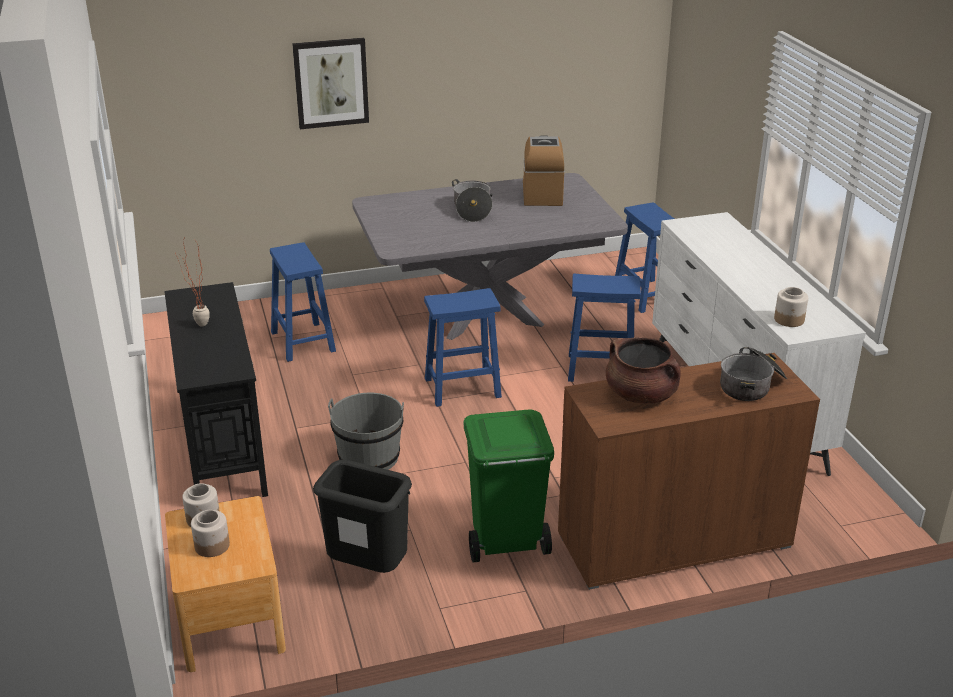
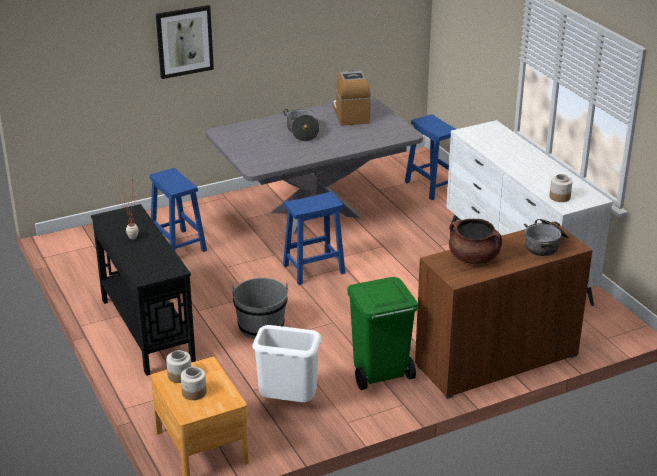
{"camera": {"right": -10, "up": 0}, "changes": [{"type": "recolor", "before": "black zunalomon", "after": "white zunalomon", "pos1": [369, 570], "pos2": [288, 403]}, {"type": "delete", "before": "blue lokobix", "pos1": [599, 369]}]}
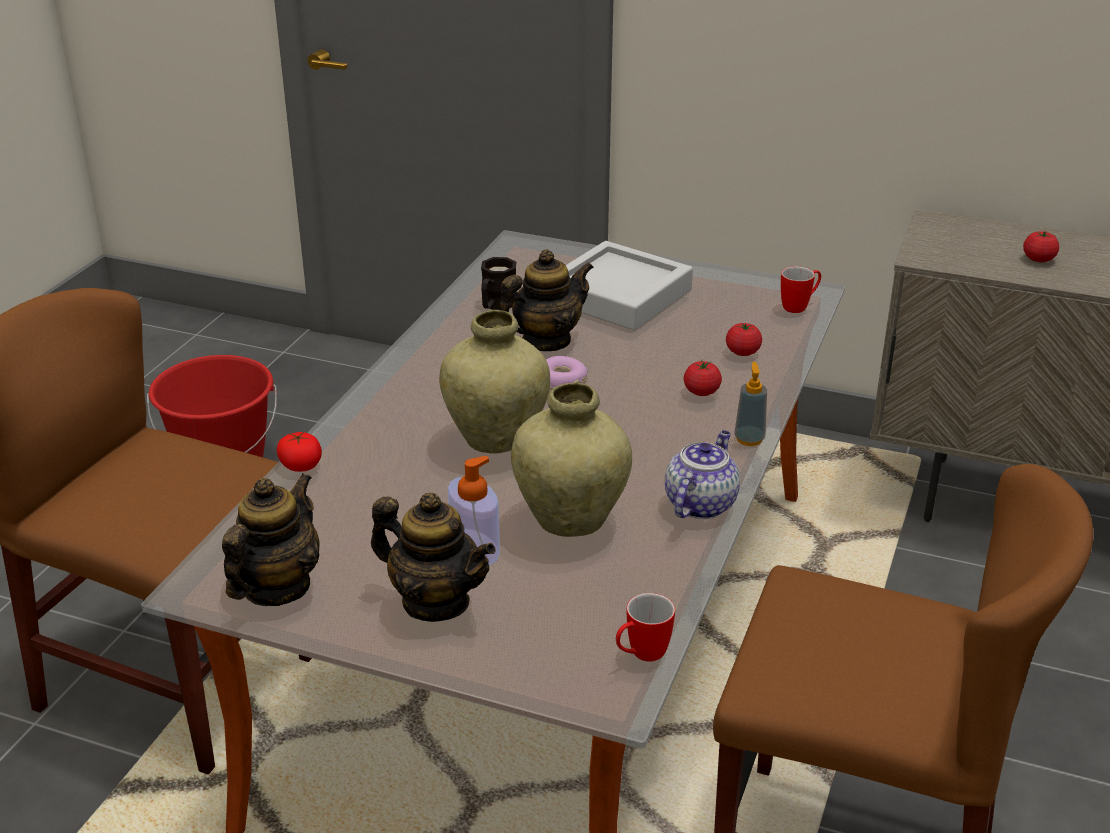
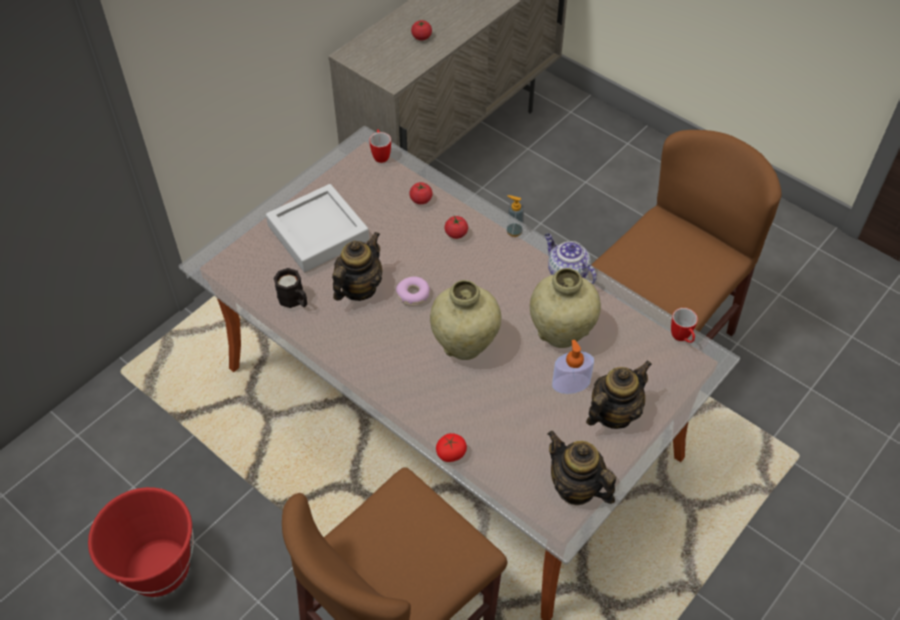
{"camera": {"right": -70, "up": 20}, "changes": [{"type": "rotate", "before": "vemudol", "pos1": [545, 341], "pos2": [358, 288], "turn": 45}]}
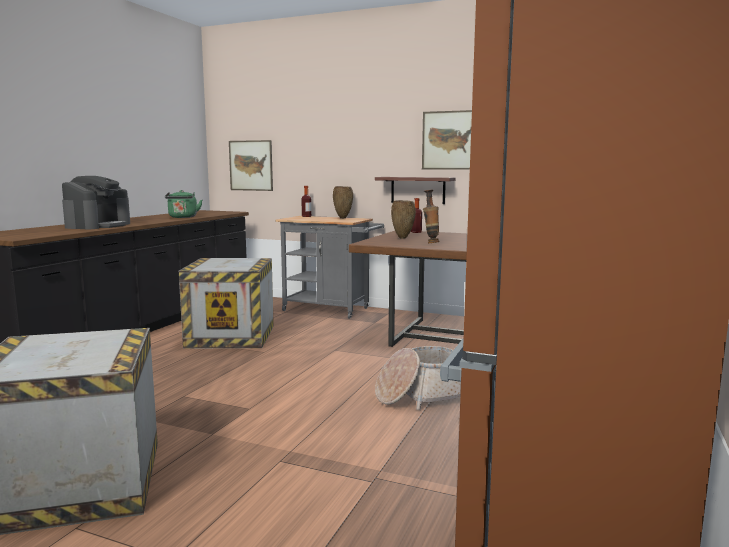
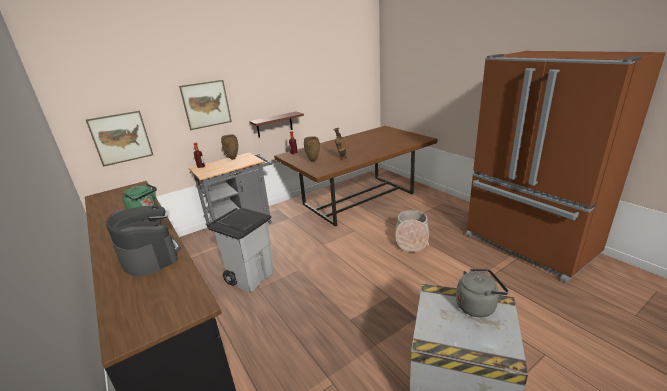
{"camera": {"right": -55, "up": 15}, "changes": [{"type": "move", "before": "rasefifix", "pos1": [450, 140], "pos2": [206, 104]}, {"type": "replace", "before": "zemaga", "after": "grey zunalomon", "pos1": [232, 336], "pos2": [251, 277]}, {"type": "insert", "after": "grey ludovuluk", "pos2": [477, 306]}]}
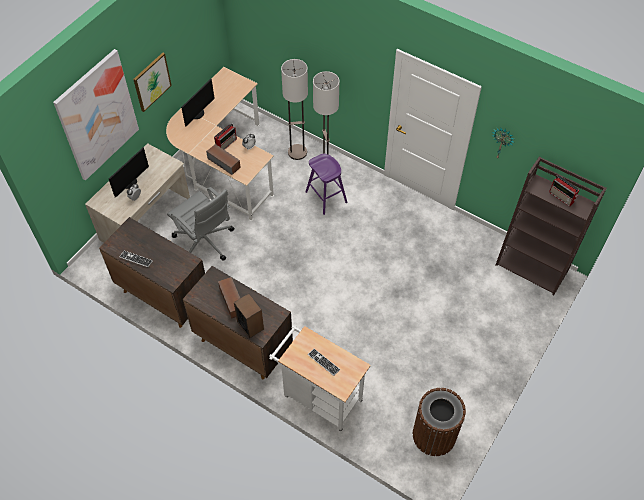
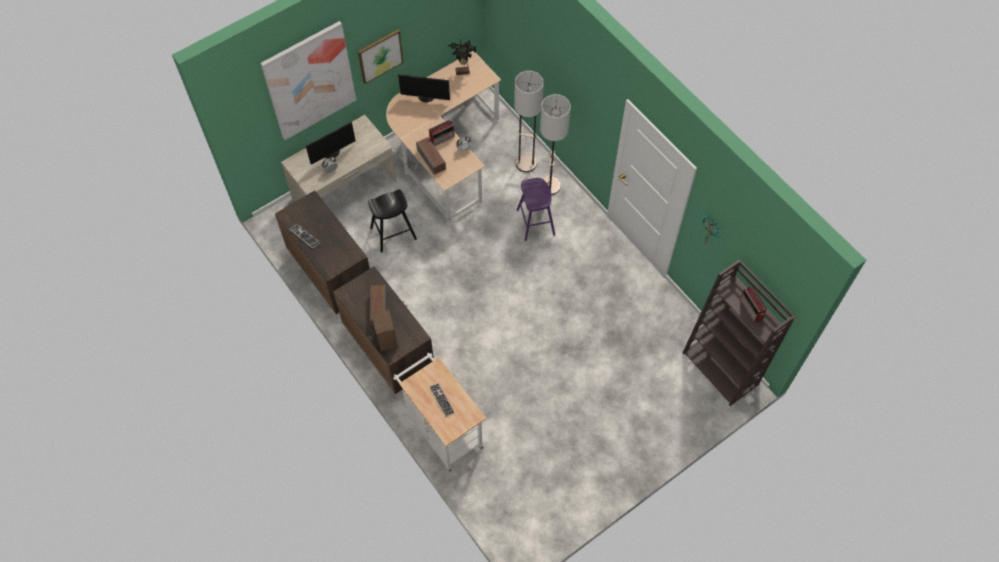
{"camera": {"right": 20, "up": 5}, "changes": [{"type": "replace", "before": "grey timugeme", "after": "black lokobix", "pos1": [205, 242], "pos2": [393, 233]}, {"type": "rotate", "before": "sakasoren", "pos1": [197, 114], "pos2": [426, 97], "turn": 45}, {"type": "insert", "after": "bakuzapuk", "pos2": [463, 72]}, {"type": "delete", "before": "brown zunalomon", "pos1": [434, 435]}]}
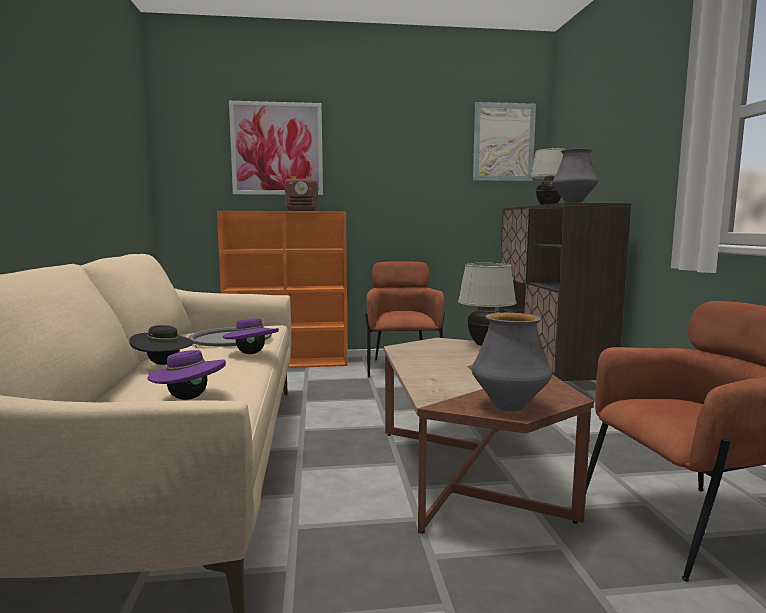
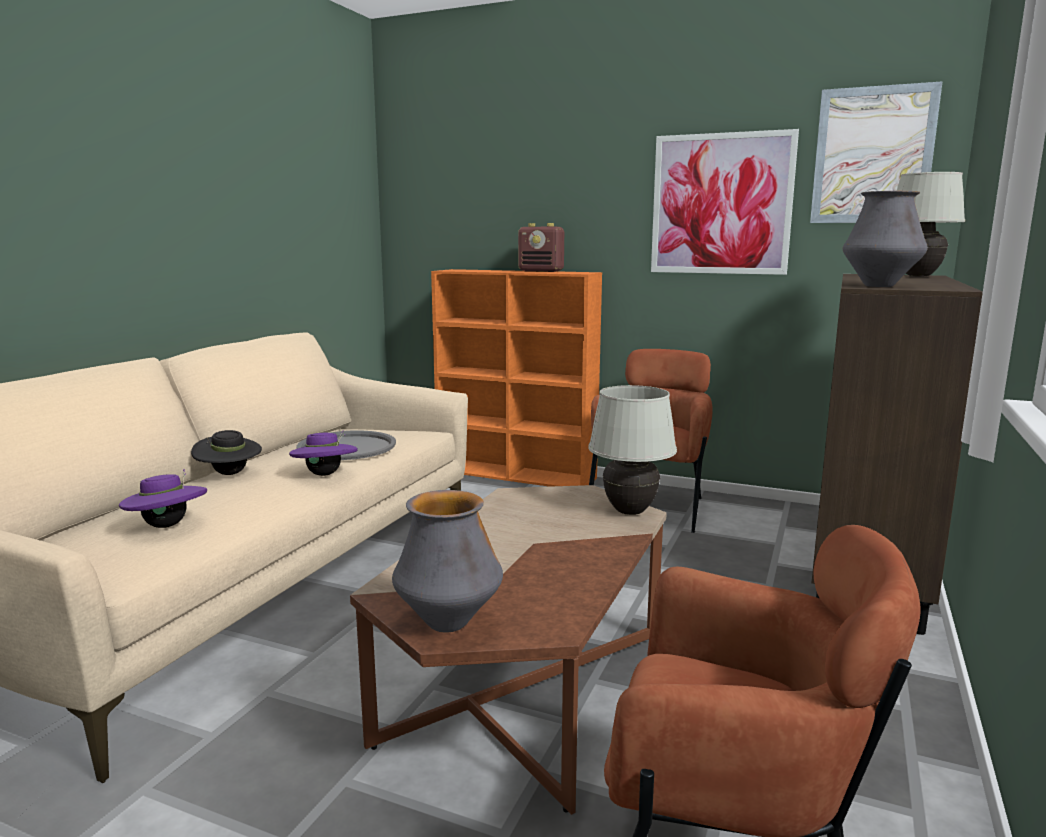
{"camera": {"right": 30, "up": 5}, "changes": [{"type": "move", "before": "rasefifix", "pos1": [277, 149], "pos2": [721, 204]}]}
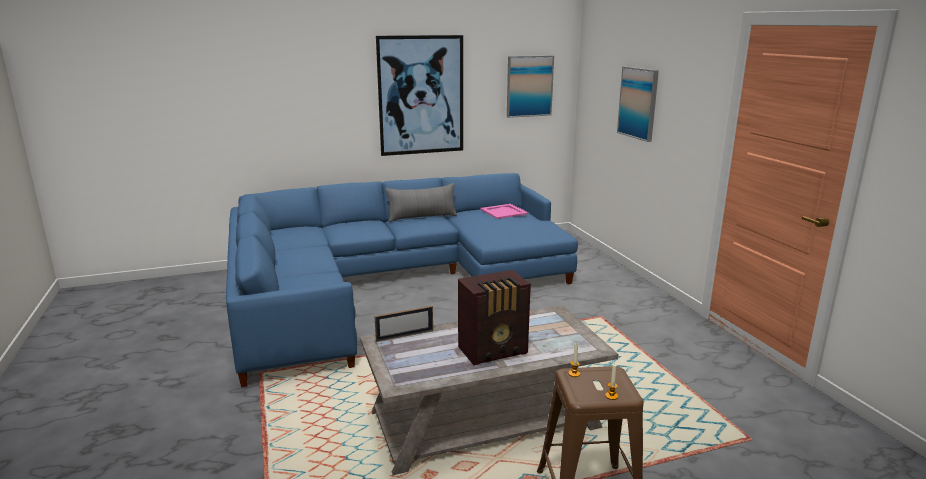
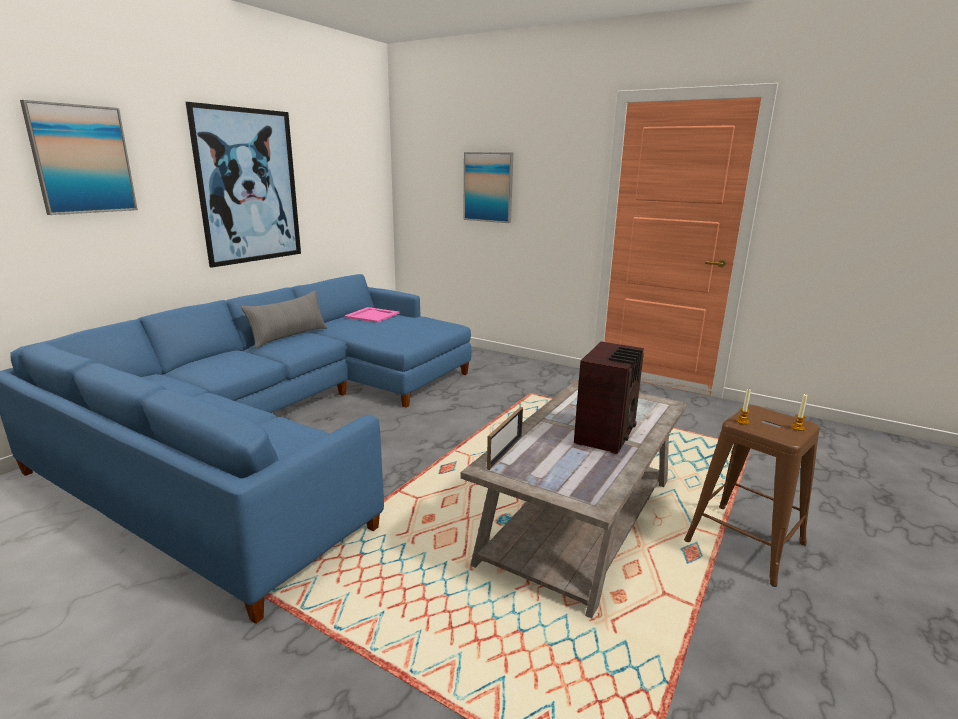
{"camera": {"right": -40, "up": 0}, "changes": [{"type": "move", "before": "rasefifix", "pos1": [529, 86], "pos2": [82, 159]}]}
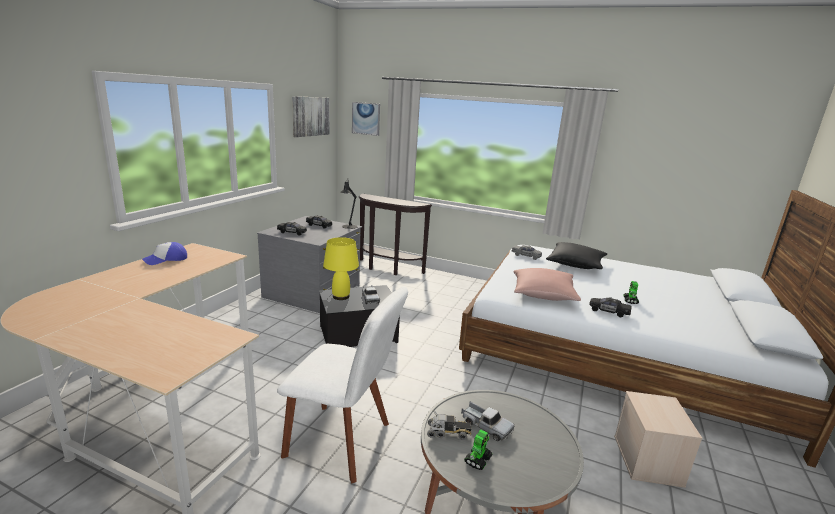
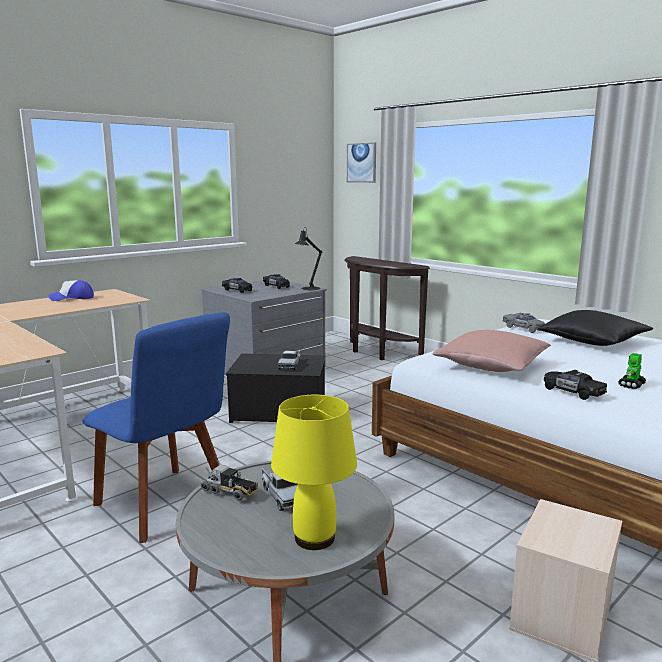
{"camera": {"right": 25, "up": -5}, "changes": [{"type": "recolor", "before": "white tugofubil", "after": "blue tugofubil", "pos1": [343, 441], "pos2": [166, 505]}, {"type": "move", "before": "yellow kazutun", "pos1": [341, 296], "pos2": [315, 538]}, {"type": "delete", "before": "rasefifix", "pos1": [310, 116]}, {"type": "delete", "before": "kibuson", "pos1": [478, 460]}]}
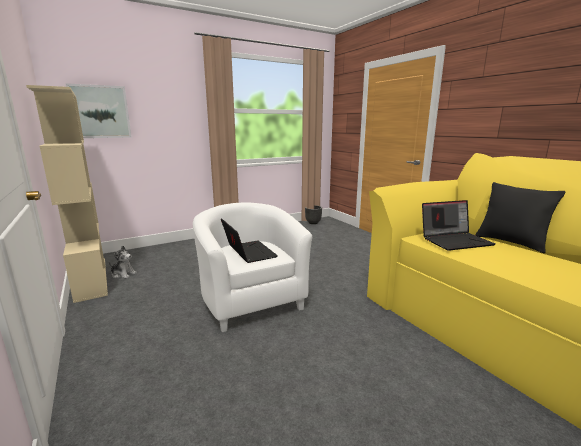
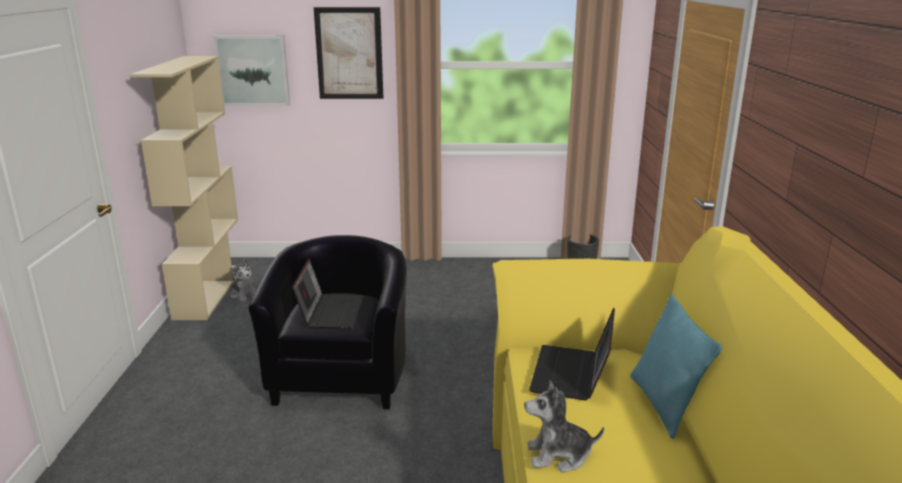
{"camera": {"right": 30, "up": 5}, "changes": [{"type": "recolor", "before": "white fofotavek", "after": "black fofotavek", "pos1": [250, 300], "pos2": [342, 375]}, {"type": "insert", "after": "rasefifix", "pos2": [349, 53]}, {"type": "insert", "after": "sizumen", "pos2": [558, 455]}, {"type": "rotate", "before": "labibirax", "pos1": [455, 240], "pos2": [572, 375], "turn": 90}, {"type": "recolor", "before": "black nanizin", "after": "turquoise nanizin", "pos1": [510, 242], "pos2": [664, 405]}]}
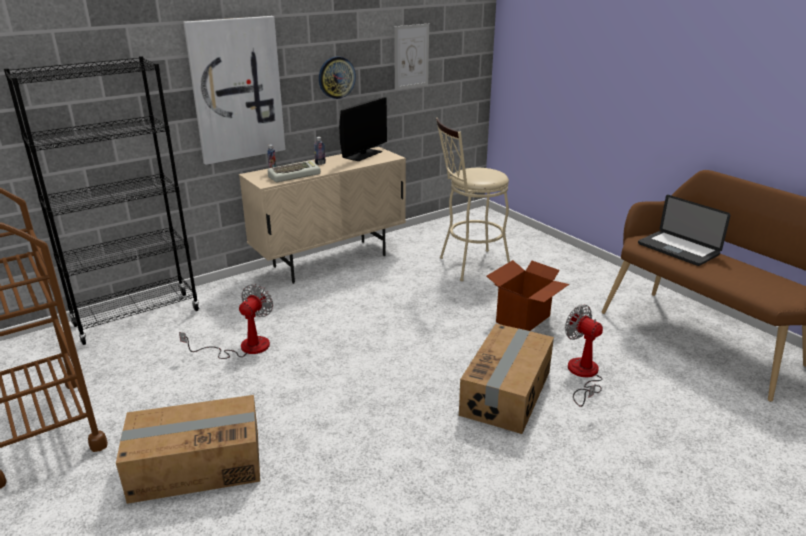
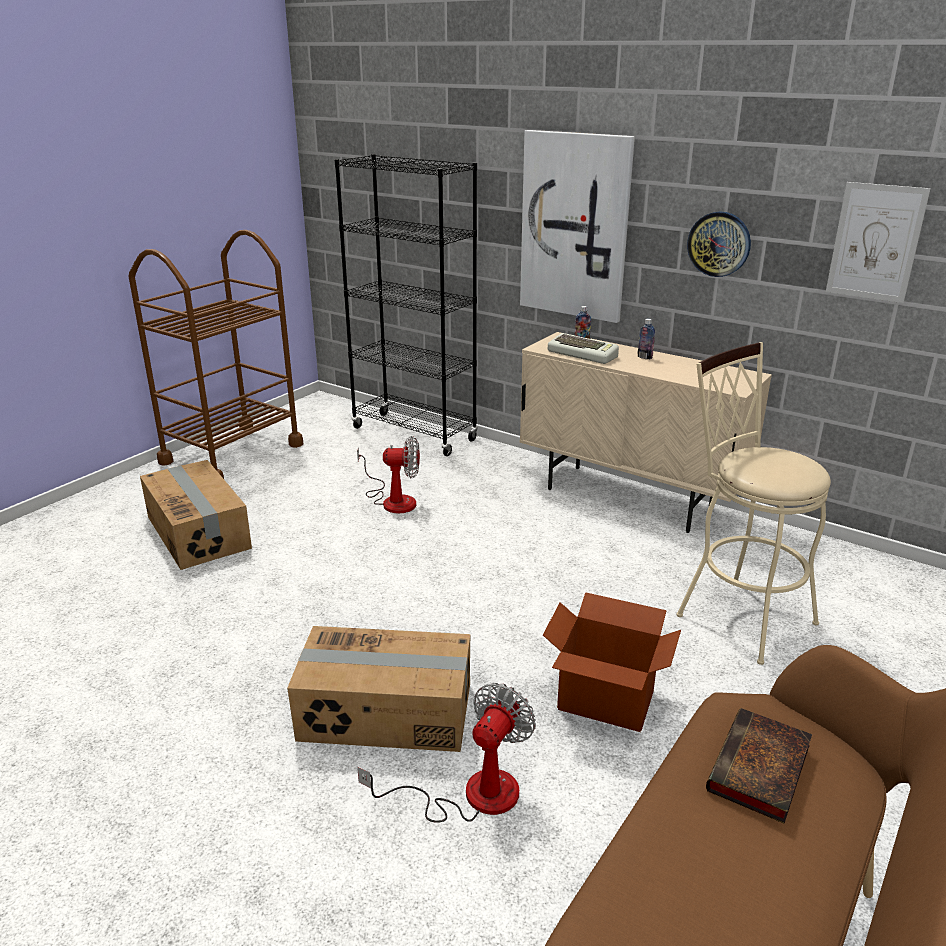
{"camera": {"right": 70, "up": 0}, "changes": [{"type": "replace", "before": "labibirax", "after": "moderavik", "pos1": [678, 249], "pos2": [759, 771]}, {"type": "delete", "before": "sakasoren", "pos1": [363, 155]}]}
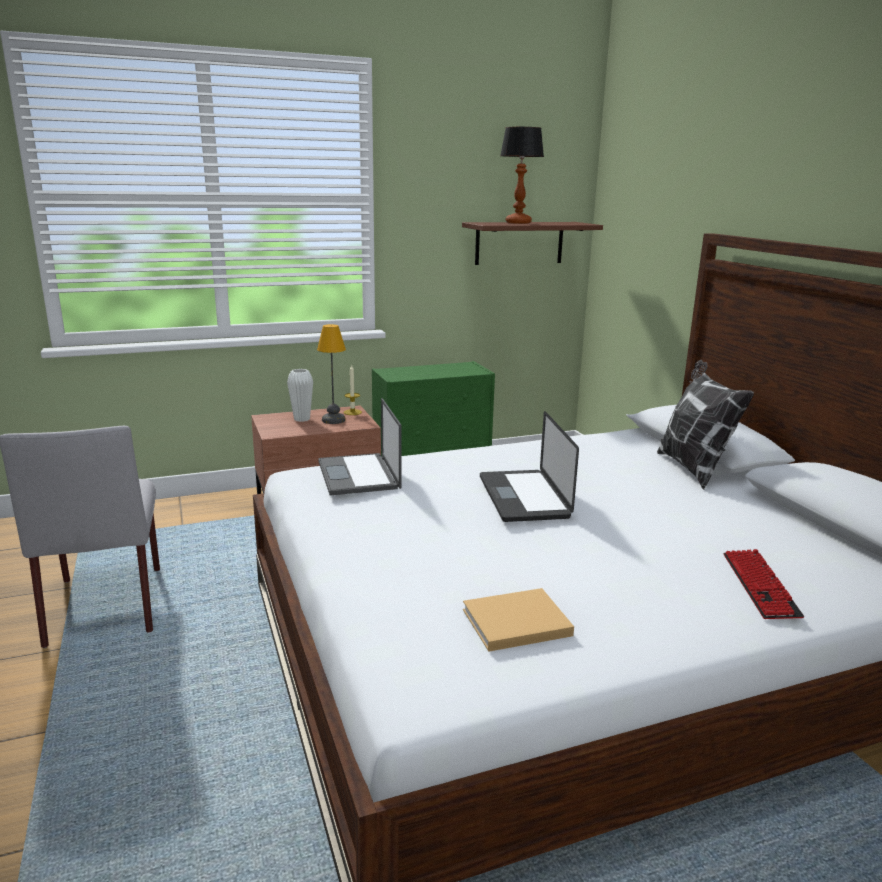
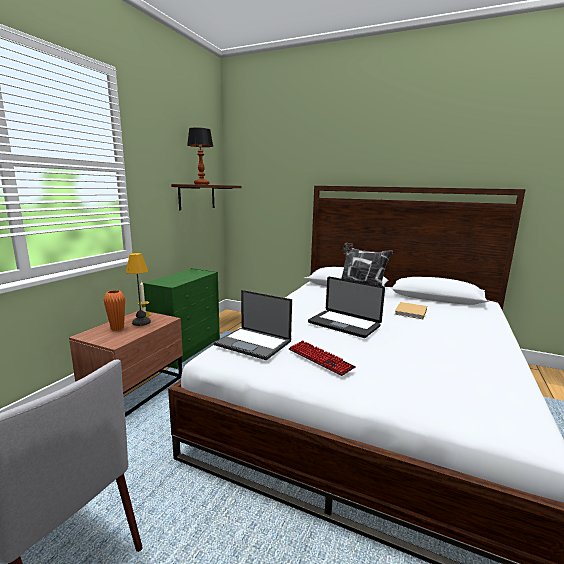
{"camera": {"right": -45, "up": -5}, "changes": [{"type": "recolor", "before": "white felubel", "after": "orange felubel", "pos1": [302, 419], "pos2": [117, 328]}, {"type": "move", "before": "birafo", "pos1": [759, 585], "pos2": [320, 359]}, {"type": "move", "before": "beige moderavik", "pos1": [513, 623], "pos2": [410, 312]}]}
